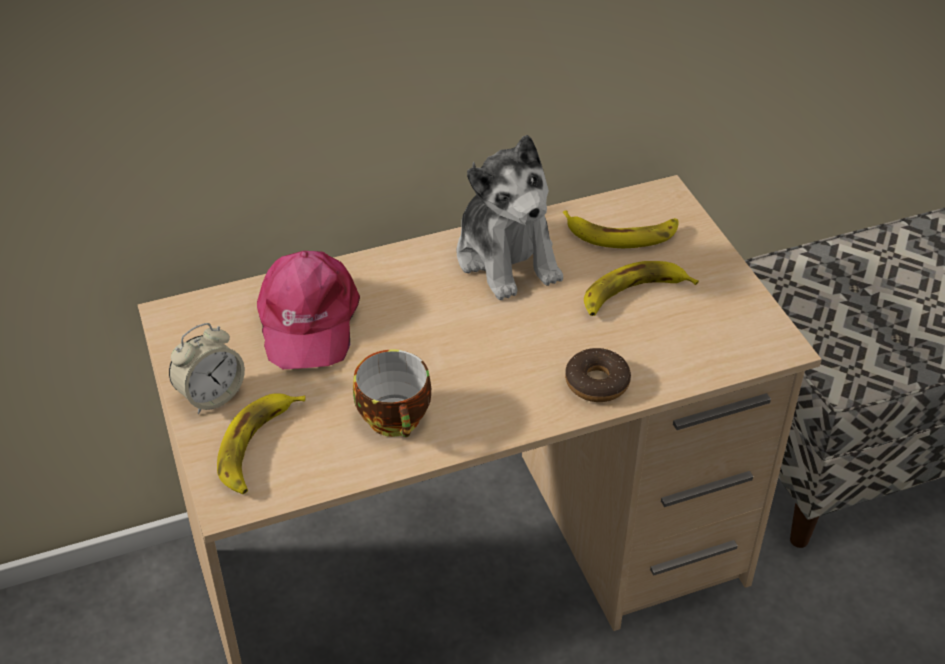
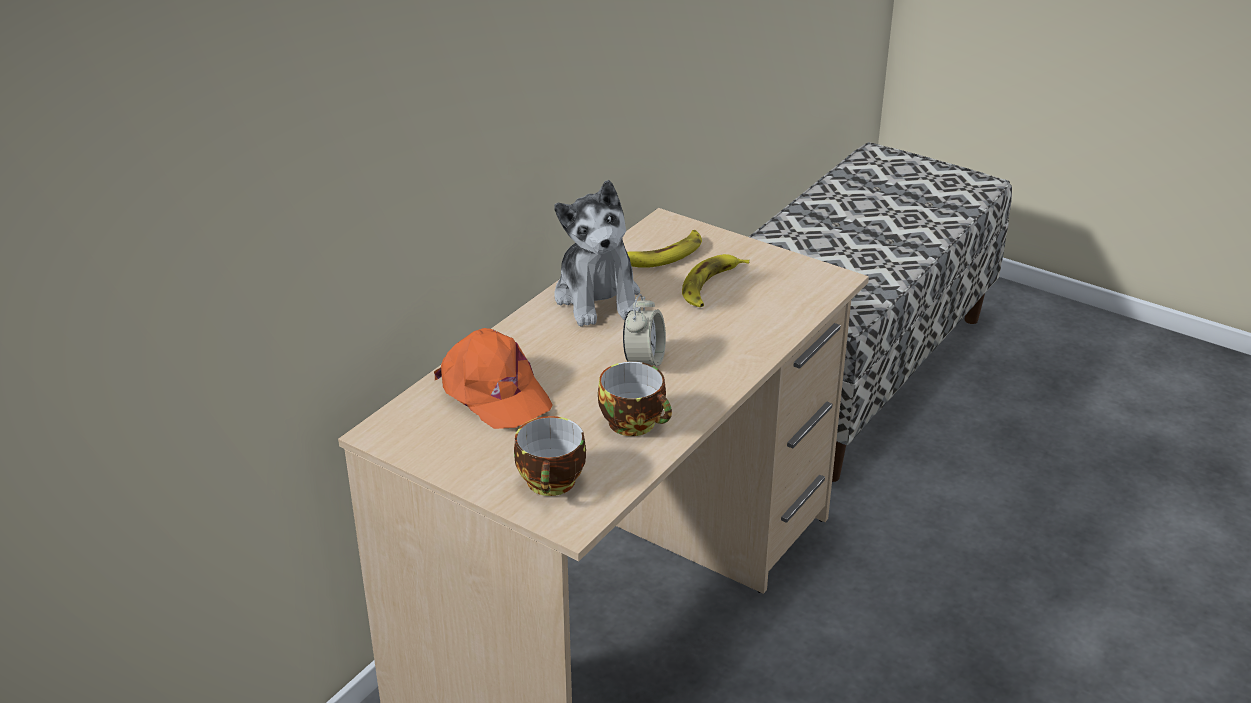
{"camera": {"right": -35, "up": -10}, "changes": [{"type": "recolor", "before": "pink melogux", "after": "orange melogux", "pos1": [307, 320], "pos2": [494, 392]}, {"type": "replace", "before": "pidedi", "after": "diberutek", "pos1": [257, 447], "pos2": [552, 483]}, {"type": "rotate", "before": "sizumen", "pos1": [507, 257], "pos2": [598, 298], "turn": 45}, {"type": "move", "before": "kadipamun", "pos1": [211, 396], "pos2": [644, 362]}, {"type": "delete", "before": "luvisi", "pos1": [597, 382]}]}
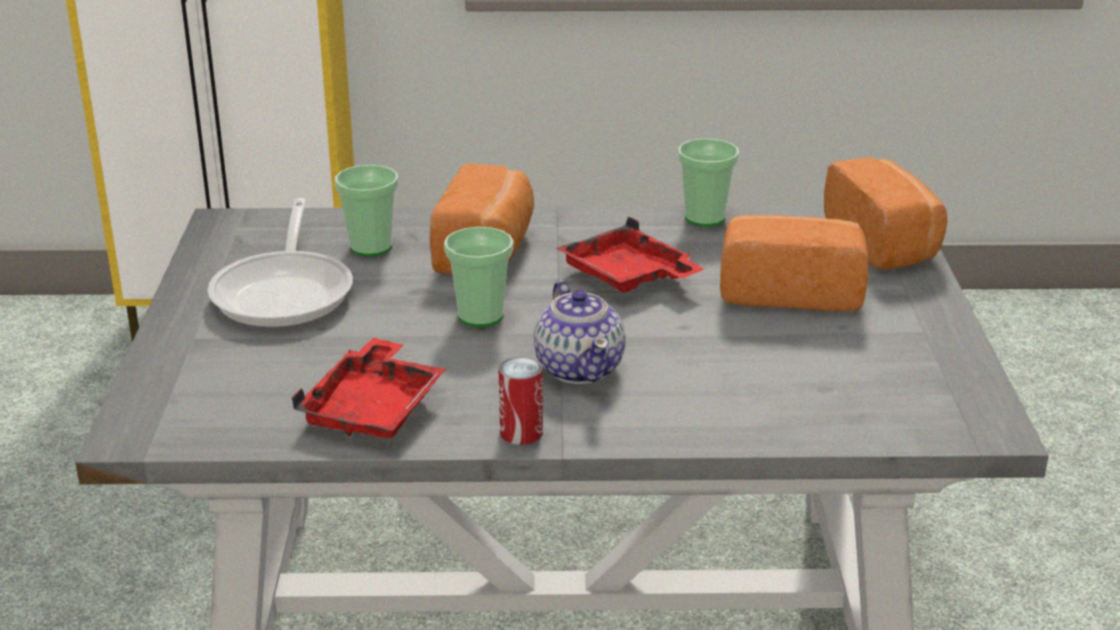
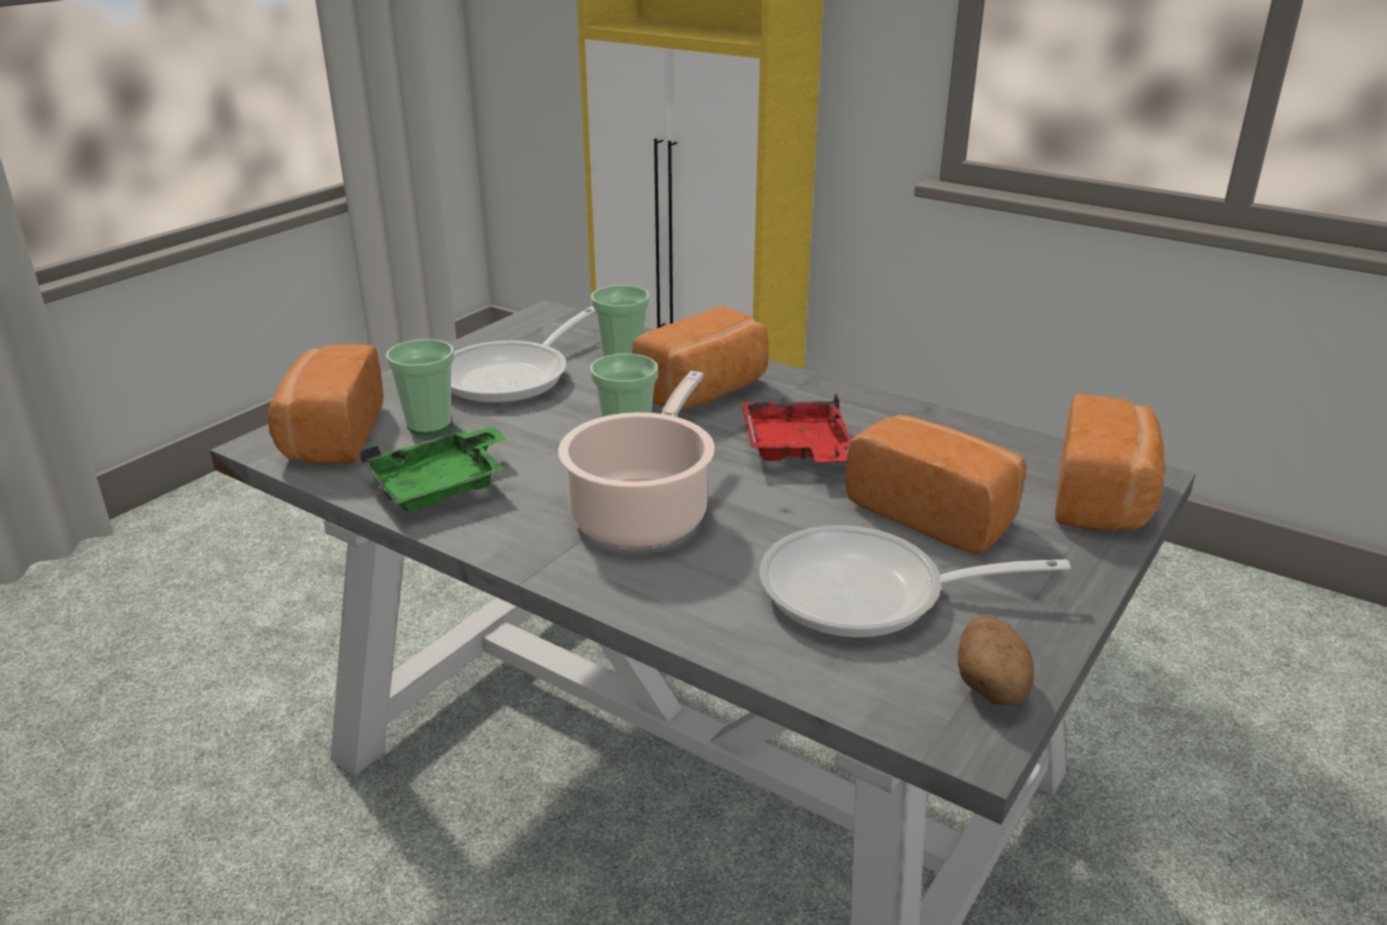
{"camera": {"right": 35, "up": 0}, "changes": [{"type": "insert", "after": "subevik", "pos2": [330, 436]}, {"type": "recolor", "before": "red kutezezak", "after": "green kutezezak", "pos1": [374, 409], "pos2": [441, 486]}, {"type": "move", "before": "diberutek", "pos1": [705, 217], "pos2": [429, 424]}, {"type": "replace", "before": "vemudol", "after": "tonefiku", "pos1": [580, 368], "pos2": [643, 512]}, {"type": "insert", "after": "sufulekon", "pos2": [868, 594]}, {"type": "insert", "after": "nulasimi", "pos2": [992, 689]}, {"type": "delete", "before": "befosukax", "pos1": [521, 432]}]}
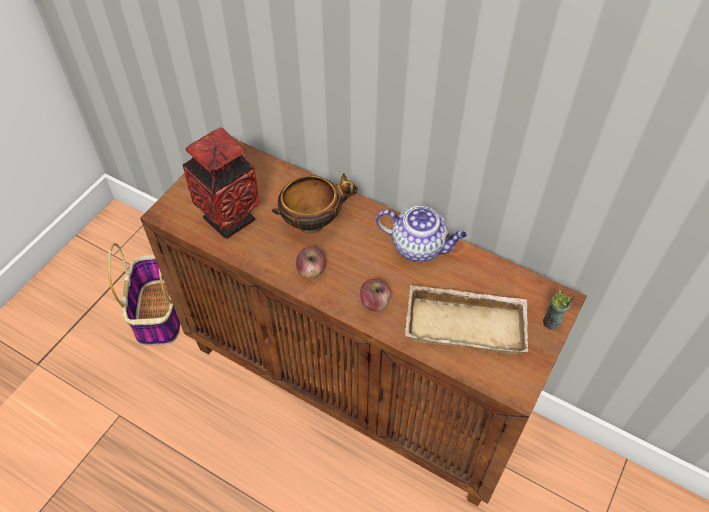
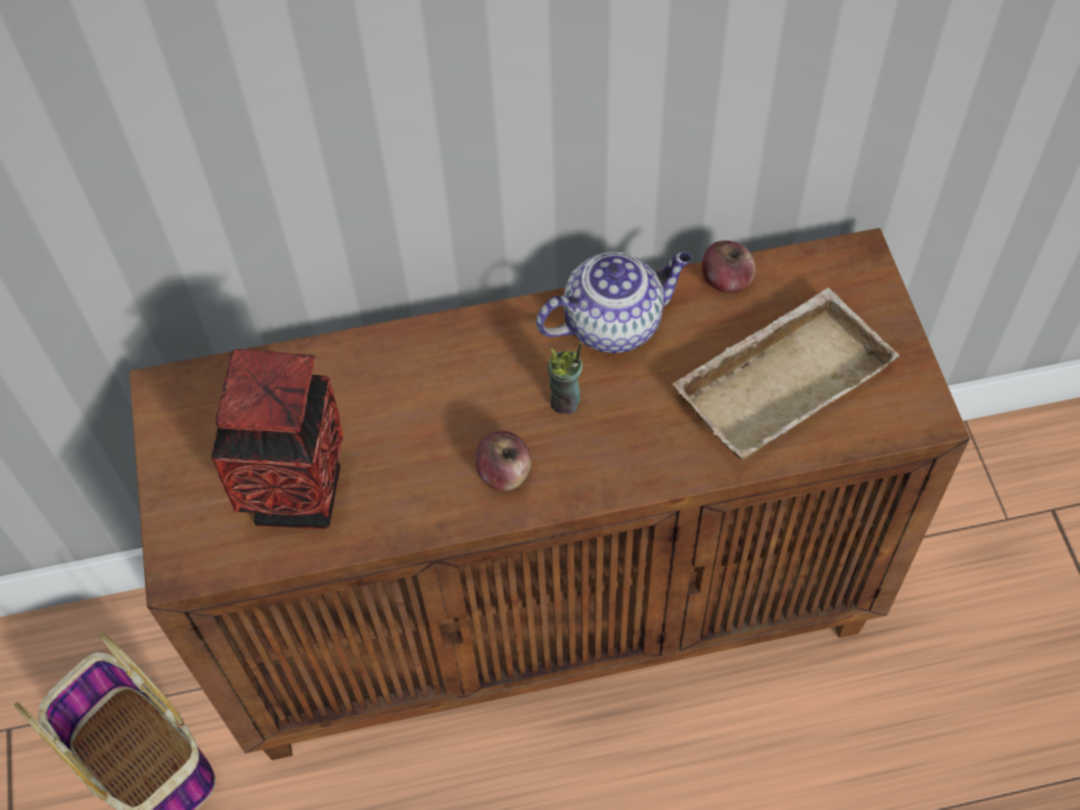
{"camera": {"right": -40, "up": 5}, "changes": [{"type": "move", "before": "diberutek", "pos1": [551, 323], "pos2": [565, 402]}, {"type": "move", "before": "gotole", "pos1": [375, 302], "pos2": [726, 280]}, {"type": "delete", "before": "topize", "pos1": [313, 222]}]}
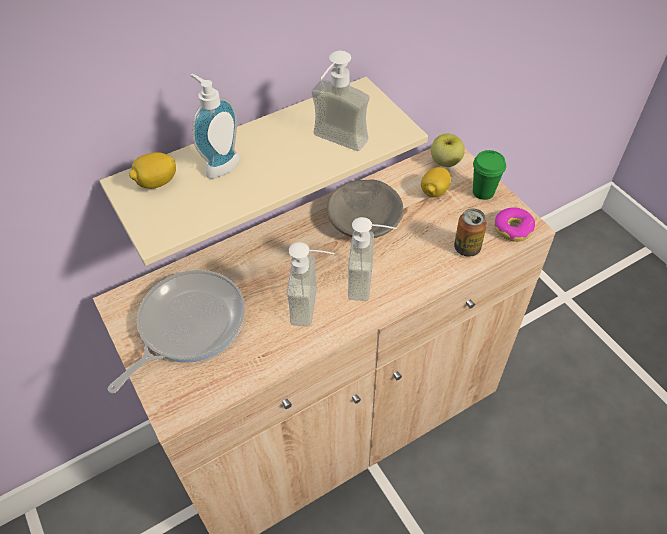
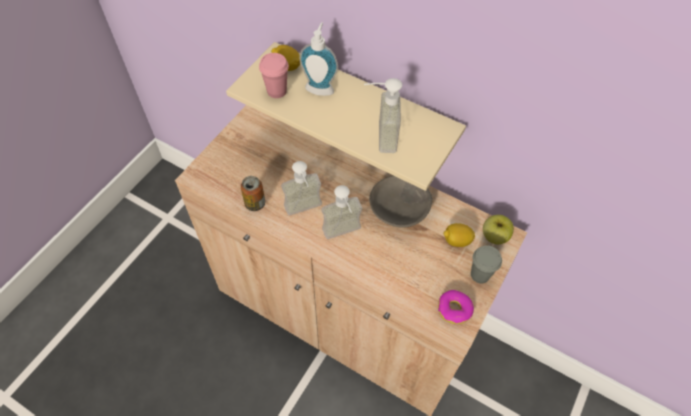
{"camera": {"right": 60, "up": 5}, "changes": [{"type": "move", "before": "befosukax", "pos1": [467, 248], "pos2": [255, 203]}, {"type": "insert", "after": "pink diberutek", "pos2": [276, 91]}, {"type": "recolor", "before": "green diberutek", "after": "grey diberutek", "pos1": [483, 192], "pos2": [480, 275]}, {"type": "delete", "before": "sufulekon", "pos1": [187, 325]}]}
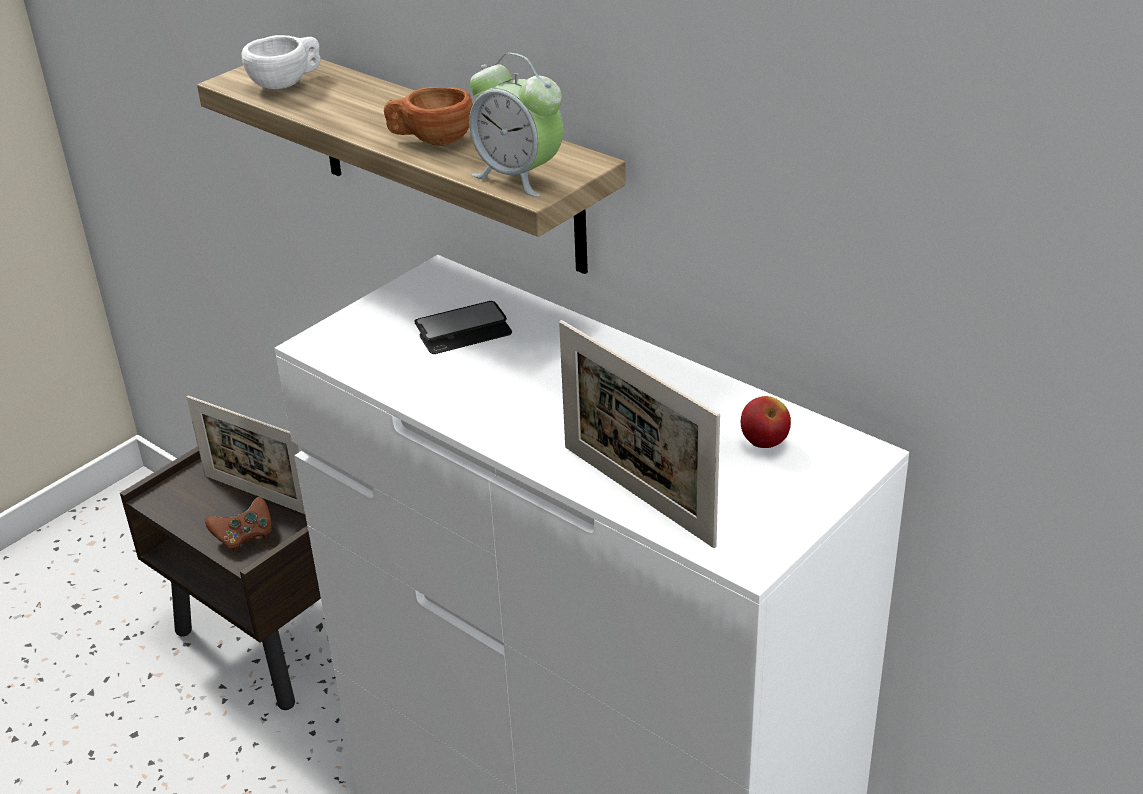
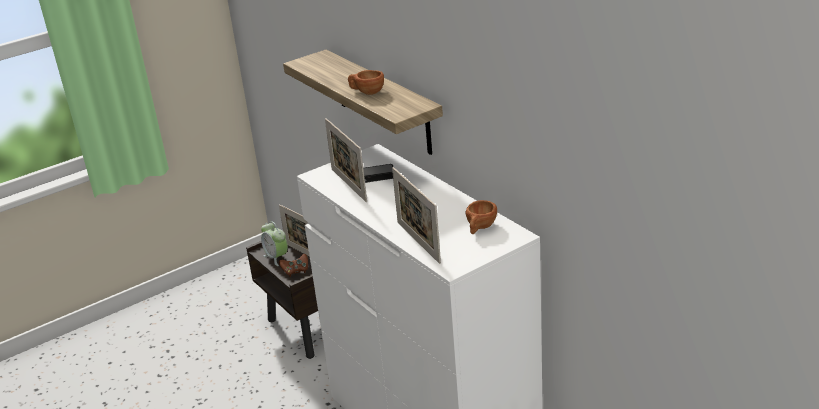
{"camera": {"right": 15, "up": -5}, "changes": [{"type": "move", "before": "kadipamun", "pos1": [519, 176], "pos2": [276, 257]}, {"type": "insert", "after": "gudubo", "pos2": [349, 185]}, {"type": "replace", "before": "gotole", "after": "brown diberutek", "pos1": [764, 443], "pos2": [480, 228]}, {"type": "delete", "before": "white diberutek", "pos1": [287, 83]}]}
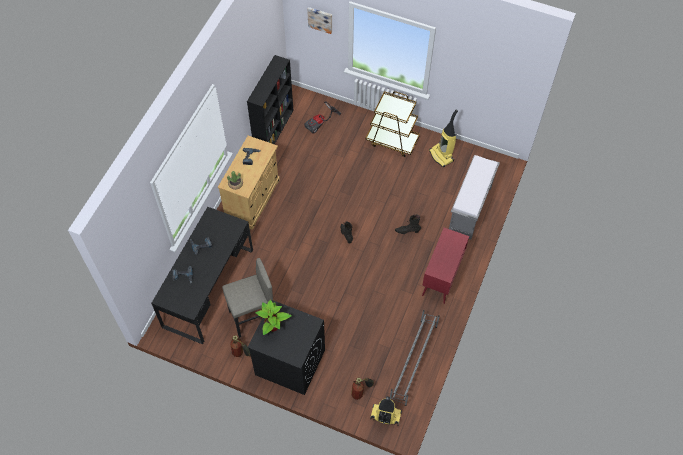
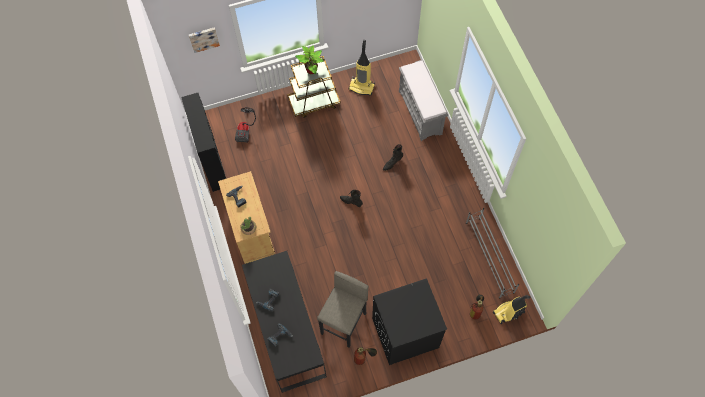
{"camera": {"right": -40, "up": 5}, "changes": [{"type": "move", "before": "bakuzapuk", "pos1": [273, 326], "pos2": [312, 70]}, {"type": "delete", "before": "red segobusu", "pos1": [441, 278]}]}
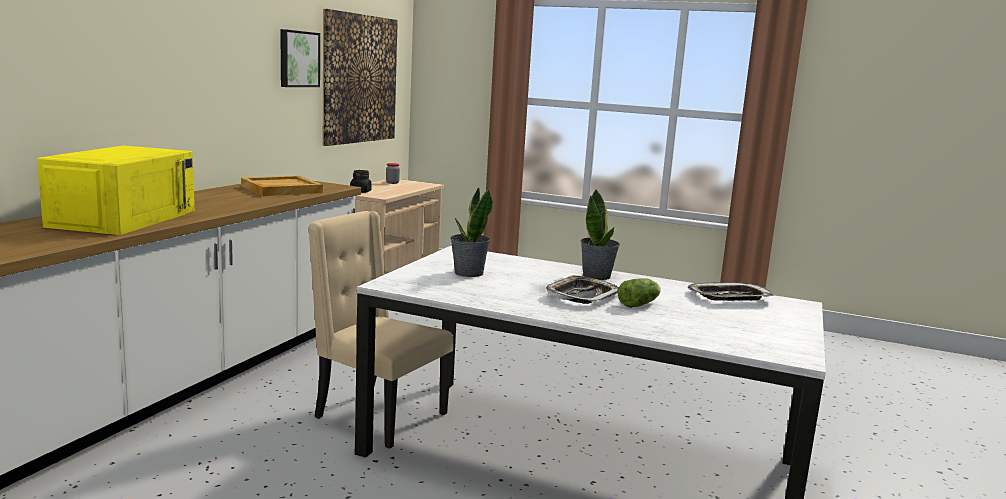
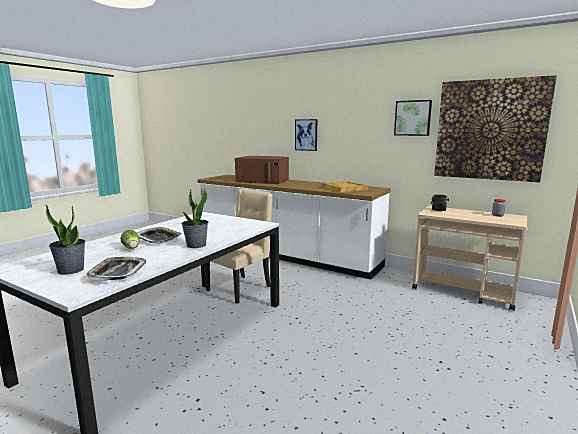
{"camera": {"right": 100, "up": 0}, "changes": [{"type": "move", "before": "bakuzapuk", "pos1": [468, 273], "pos2": [71, 270]}, {"type": "recolor", "before": "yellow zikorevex", "after": "brown zikorevex", "pos1": [124, 218], "pos2": [263, 181]}, {"type": "insert", "after": "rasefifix", "pos2": [306, 135]}]}
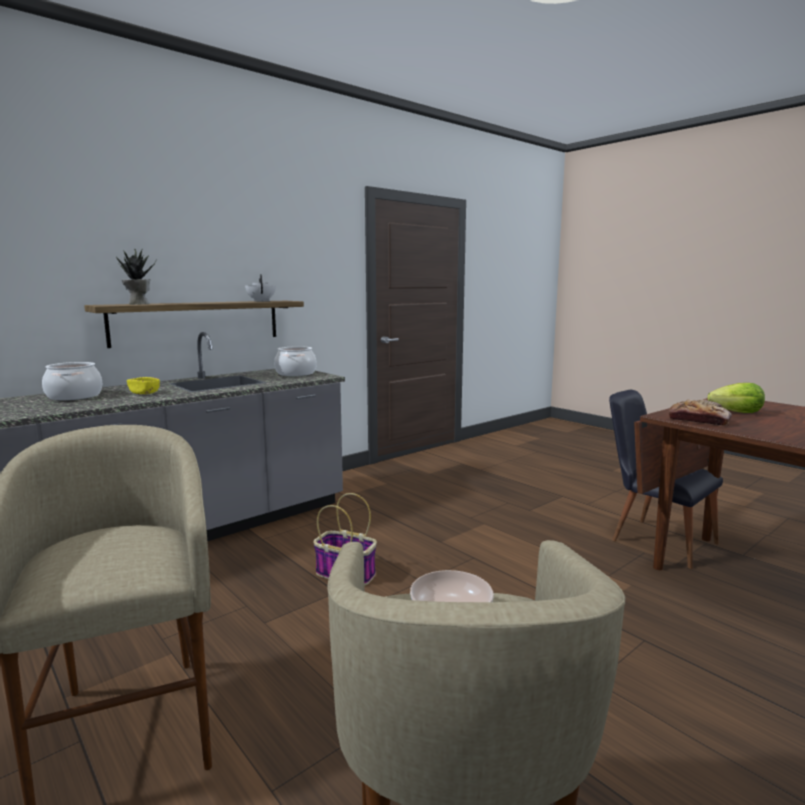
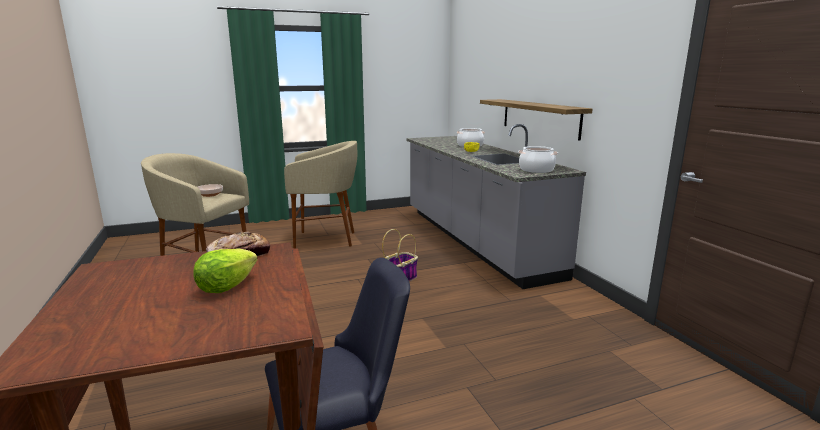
{"camera": {"right": 110, "up": 5}, "changes": [{"type": "delete", "before": "bakuzapuk", "pos1": [138, 304]}, {"type": "delete", "before": "white vemudol", "pos1": [261, 301]}]}
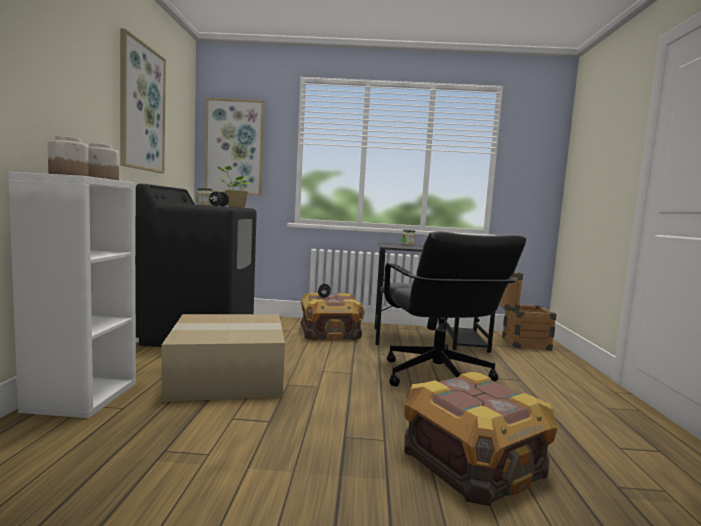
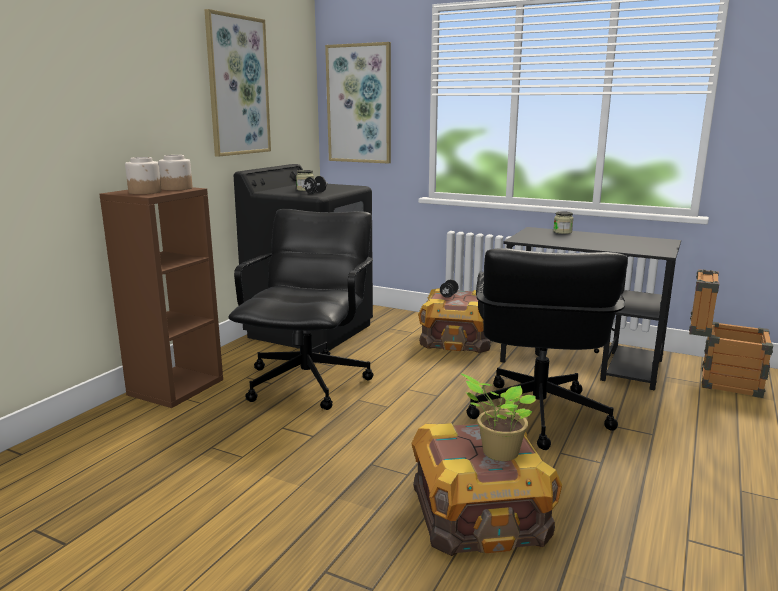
{"camera": {"right": 25, "up": 10}, "changes": [{"type": "recolor", "before": "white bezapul", "after": "brown bezapul", "pos1": [81, 396], "pos2": [176, 386]}, {"type": "replace", "before": "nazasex", "after": "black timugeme", "pos1": [229, 375], "pos2": [309, 382]}, {"type": "move", "before": "bakuzapuk", "pos1": [234, 207], "pos2": [497, 452]}]}
